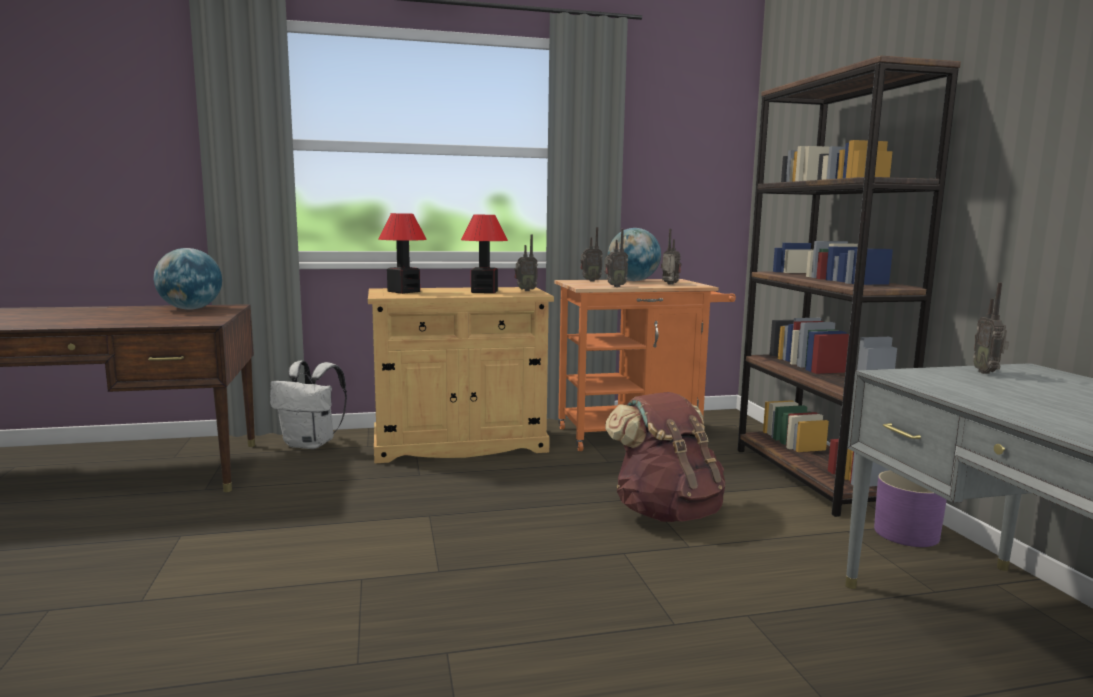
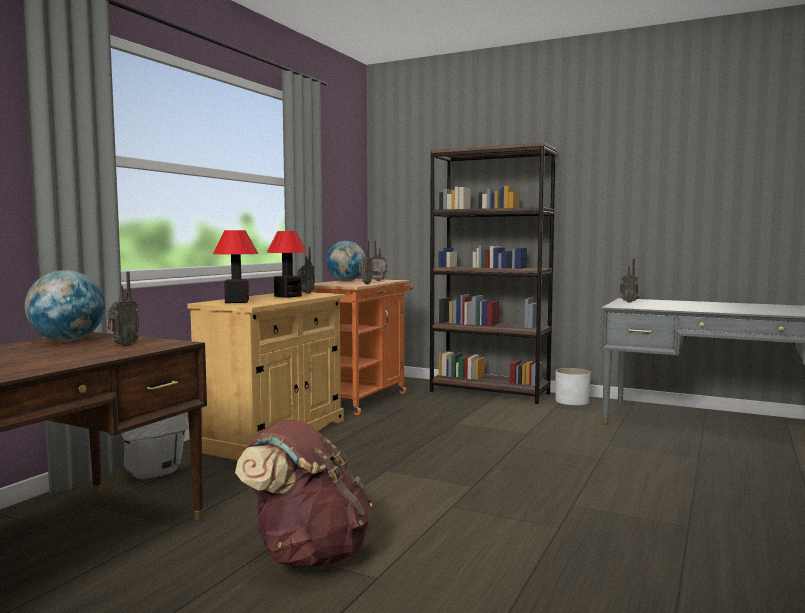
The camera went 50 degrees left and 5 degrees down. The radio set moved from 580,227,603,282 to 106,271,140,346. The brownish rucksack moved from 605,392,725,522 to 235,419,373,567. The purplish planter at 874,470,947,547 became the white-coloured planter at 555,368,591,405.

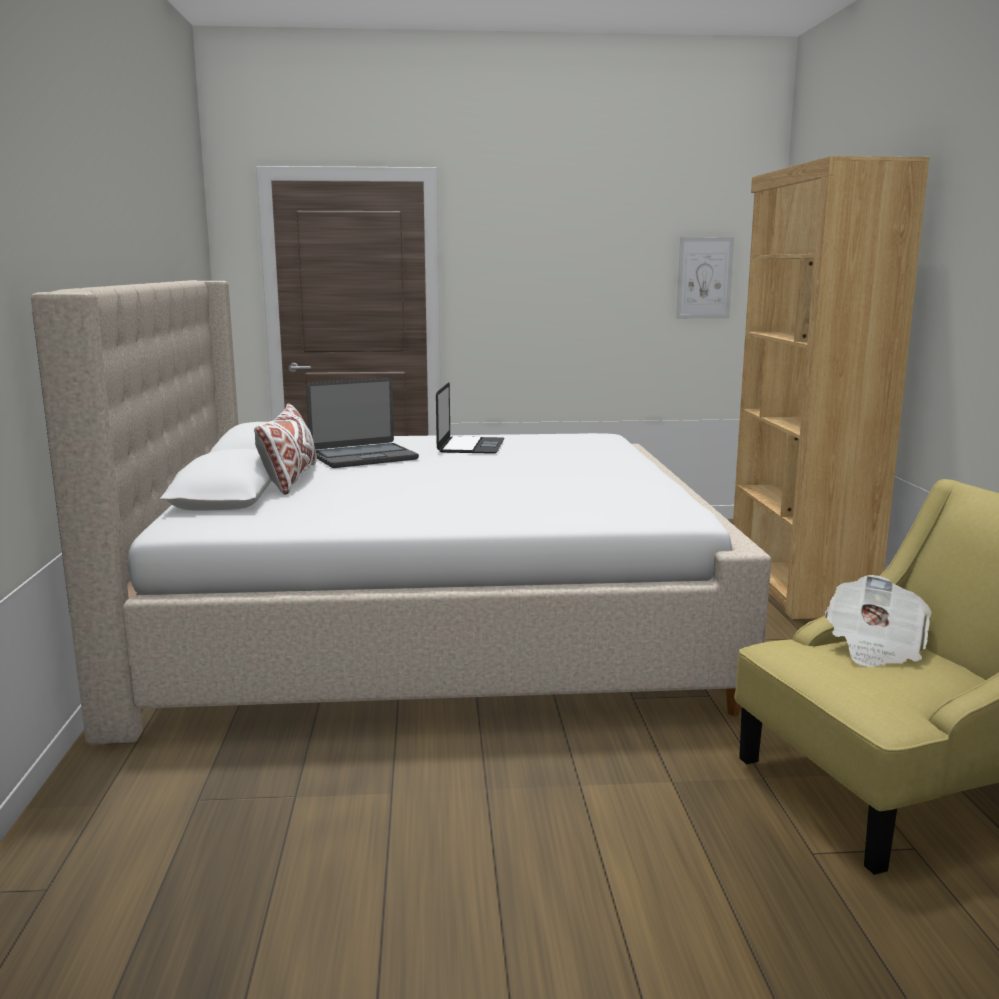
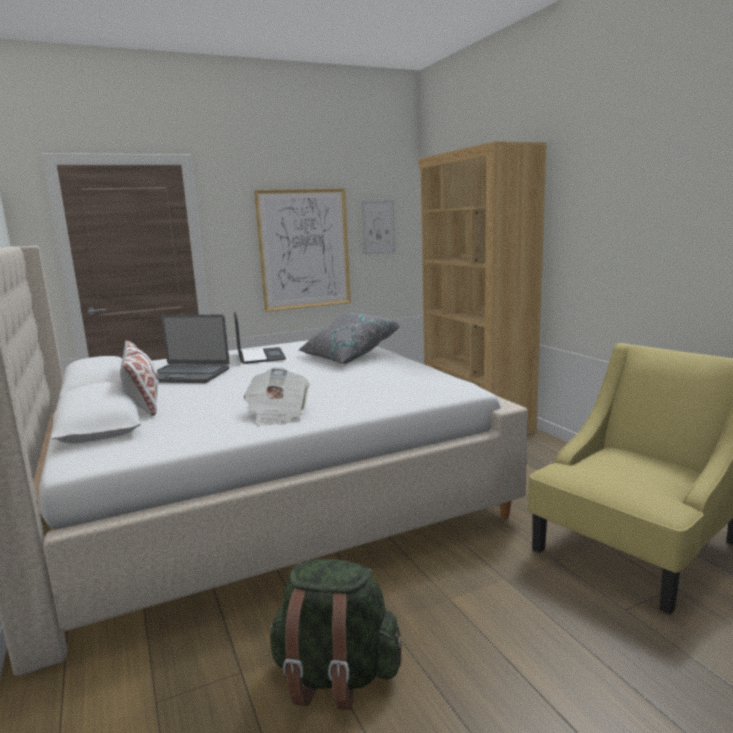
The camera went 20 degrees left and 0 degrees up. The laptop at 307,378,419,468 turned 60 degrees clockwise. The daily paper moved from 825,575,931,667 to 244,367,310,426. The wall picture at 254,188,351,312 appeared. The greenish rucksack at 268,559,402,710 appeared. The gray throw pillow at 299,312,400,364 appeared.

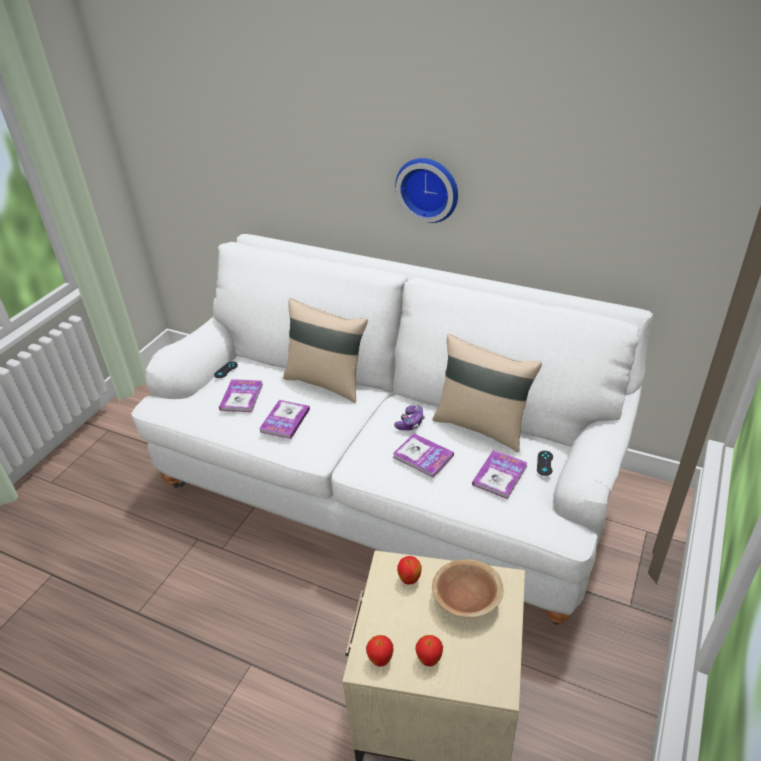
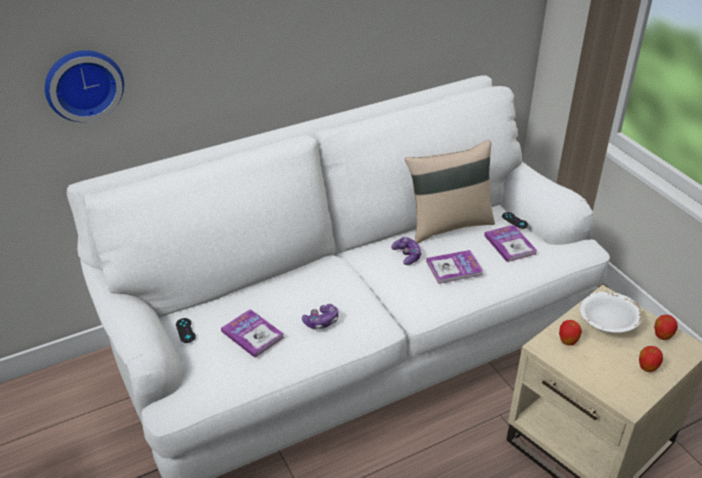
The camera went 55 degrees left and 0 degrees up. The bound book at 259,400,310,439 was replaced by the gamepad at 302,304,338,329. The beige throw pillow at 283,298,368,403 disappeared. The whole apple moved from 366,635,393,667 to 654,315,678,340. The clock on the wall moved from 395,158,458,223 to 45,50,124,122. The brownish deep dish at 432,559,504,618 became the white-coloured deep dish at 580,291,643,333.

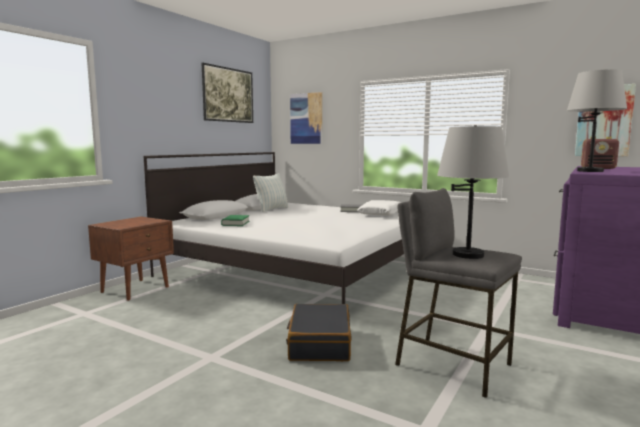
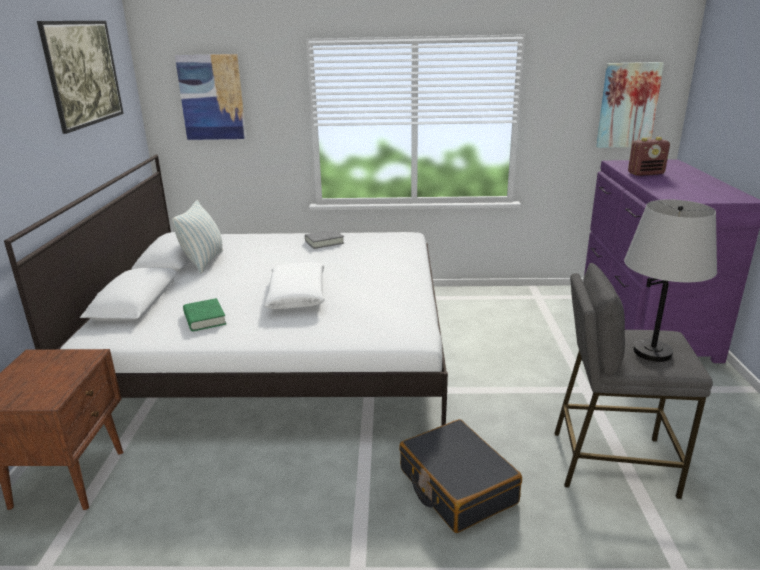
The camera went 30 degrees left and 15 degrees up. The white-coloured throw pillow moved from 357,200,402,216 to 264,263,325,309. The gray lamp for a table at 567,69,627,172 disappeared.

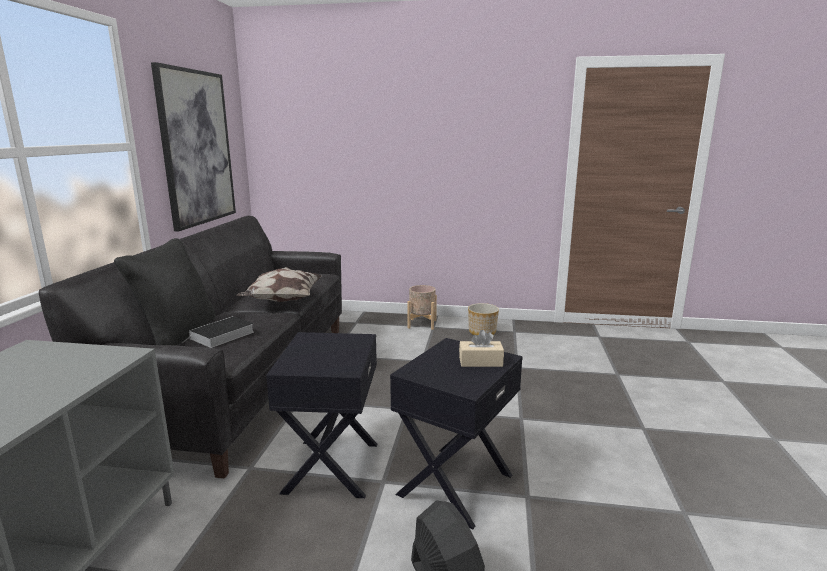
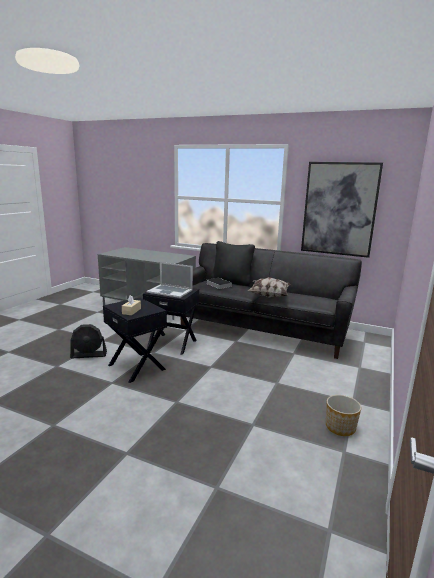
The camera went 105 degrees right and 0 degrees up. The beige planter at 407,285,437,330 disappeared. The laptop at 147,262,193,298 appeared.

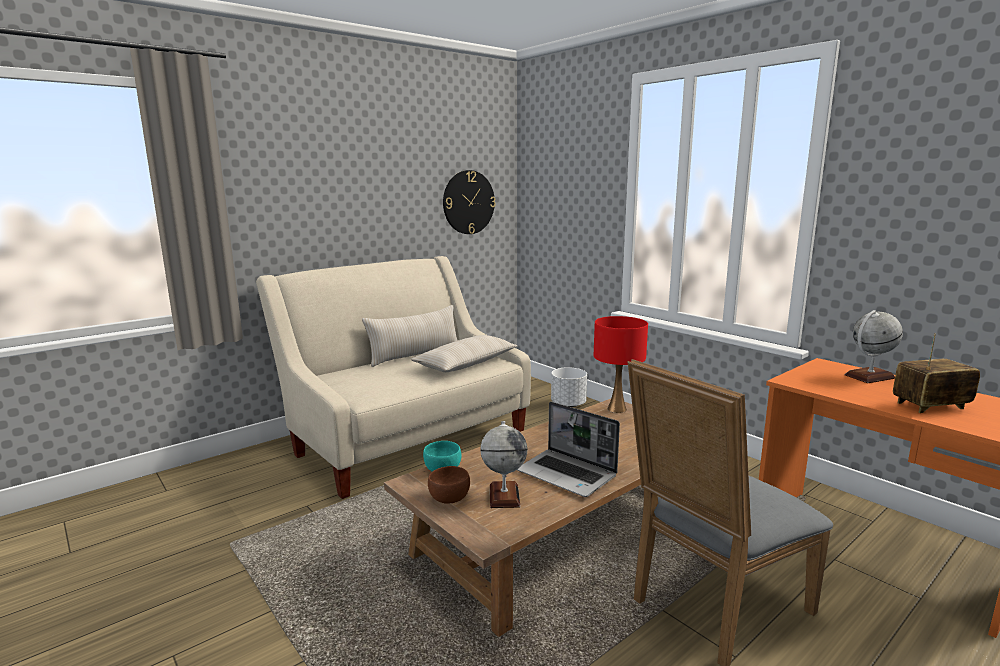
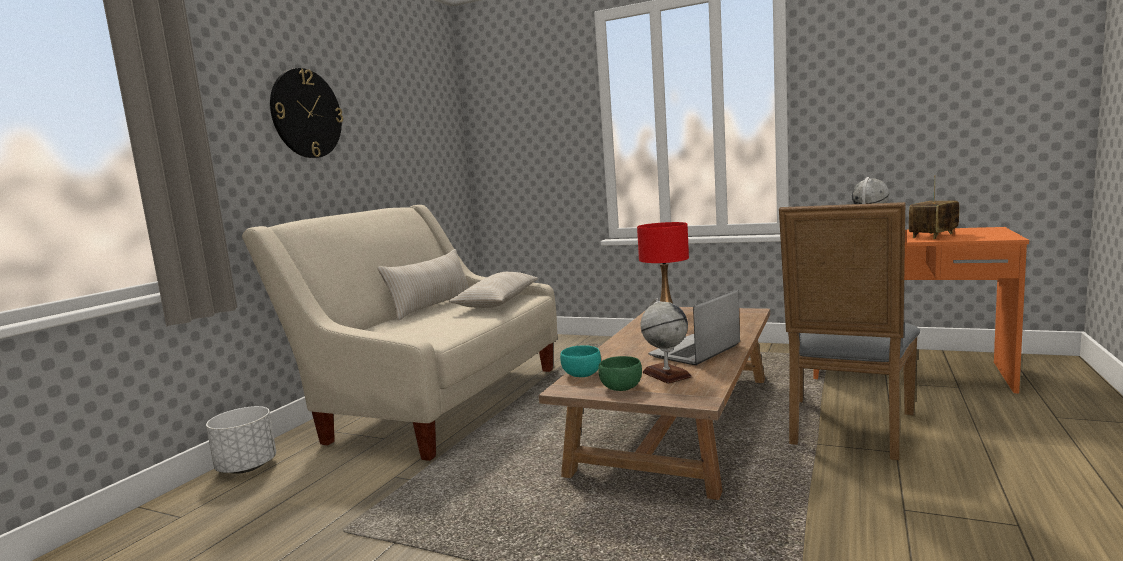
The camera went 25 degrees left and 5 degrees down. The brownish deep dish at 428,466,470,504 became the greenish deep dish at 598,356,642,391. The clock on the wall moved from 443,170,496,234 to 270,68,343,158. The laptop at 517,402,620,497 turned 120 degrees clockwise. The white-coloured planter moved from 551,367,587,407 to 206,406,276,474.

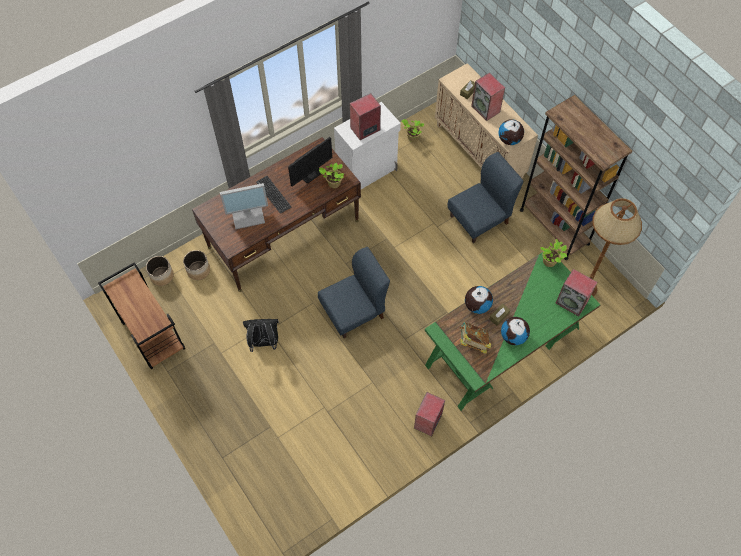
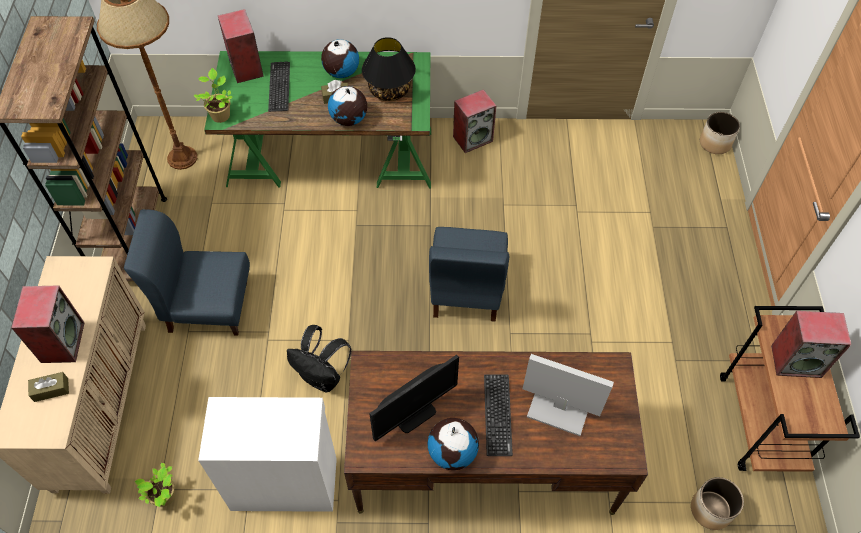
The camera went 145 degrees left and 5 degrees down. The planter moved from 183,250,210,280 to 700,112,740,154. The blackish rucksack moved from 243,319,279,352 to 287,325,352,392. The monitor at 288,137,332,186 turned 150 degrees clockwise. The blue chair at 318,247,390,338 turned 90 degrees counterclockwise. The potted plant at 319,163,344,188 disappeared. The loudspeaker moved from 350,93,381,140 to 771,311,851,378. The bound book at 459,322,491,354 was replaced by the blackish lamp for a table at 362,37,416,101. The world globe moved from 498,119,524,145 to 427,418,479,470. The PC keyboard at 268,62,290,112 appeared.

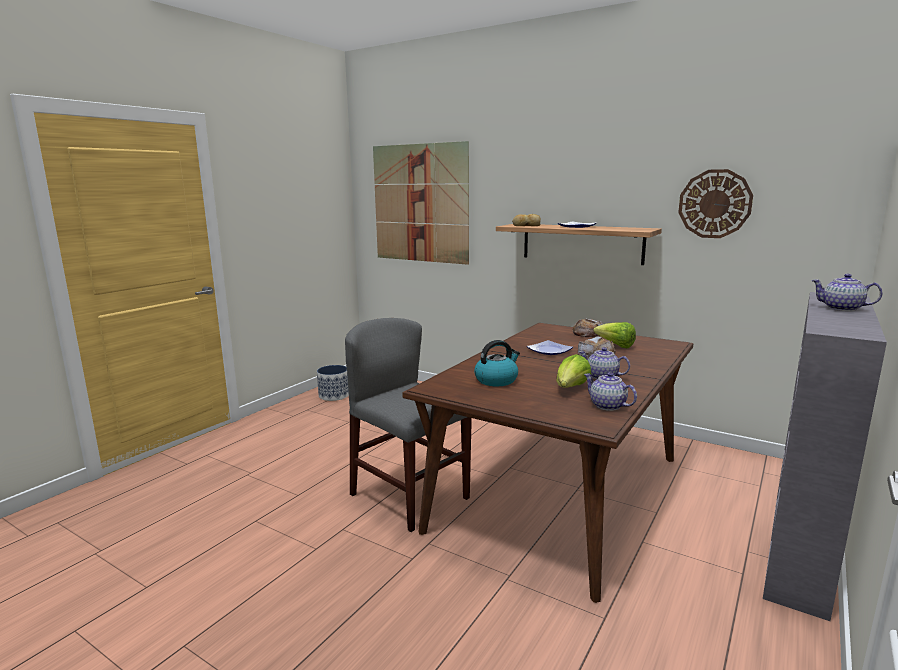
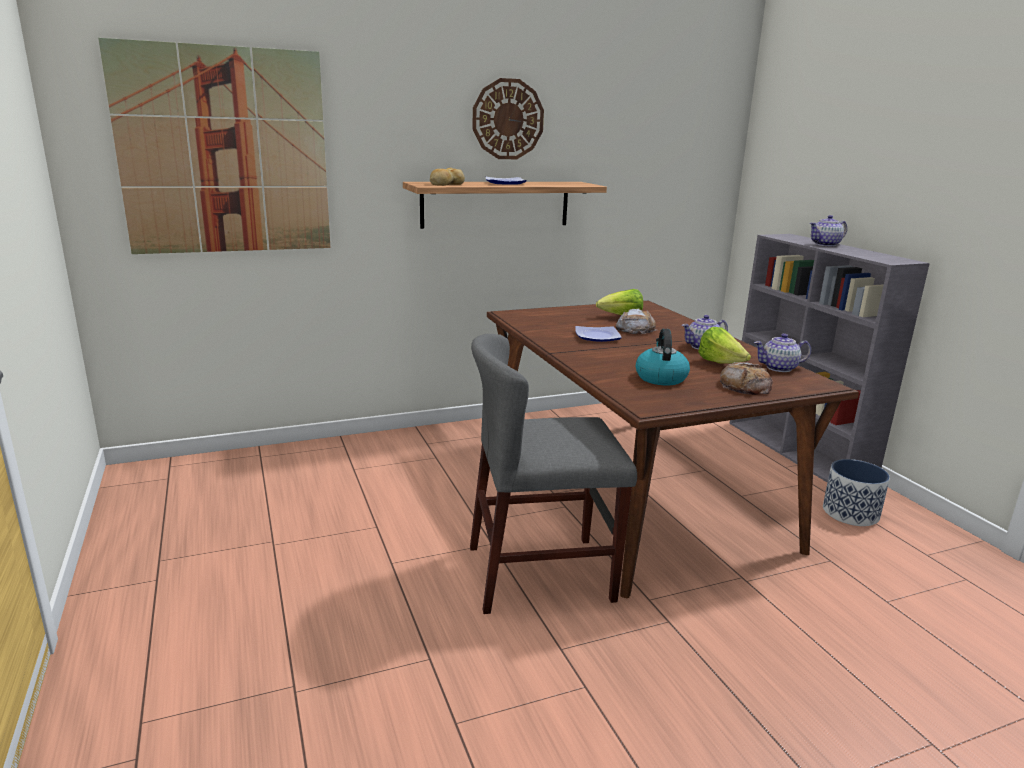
The camera went 55 degrees left and 5 degrees up. The planter moved from 317,365,349,401 to 823,459,890,526. The baked bread moved from 572,318,603,337 to 720,362,773,395. The clock on the wall moved from 678,169,753,238 to 473,78,544,159.

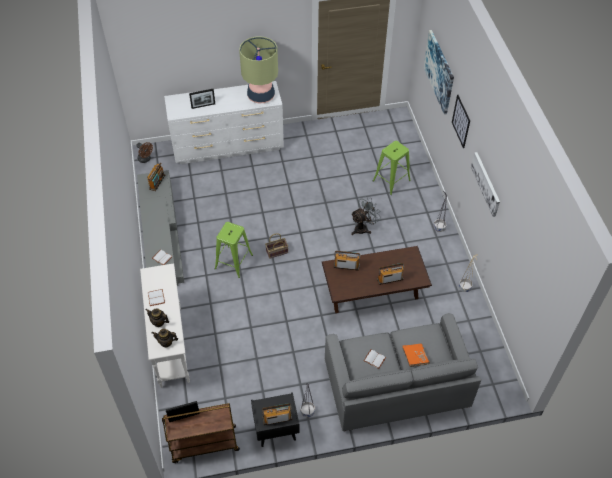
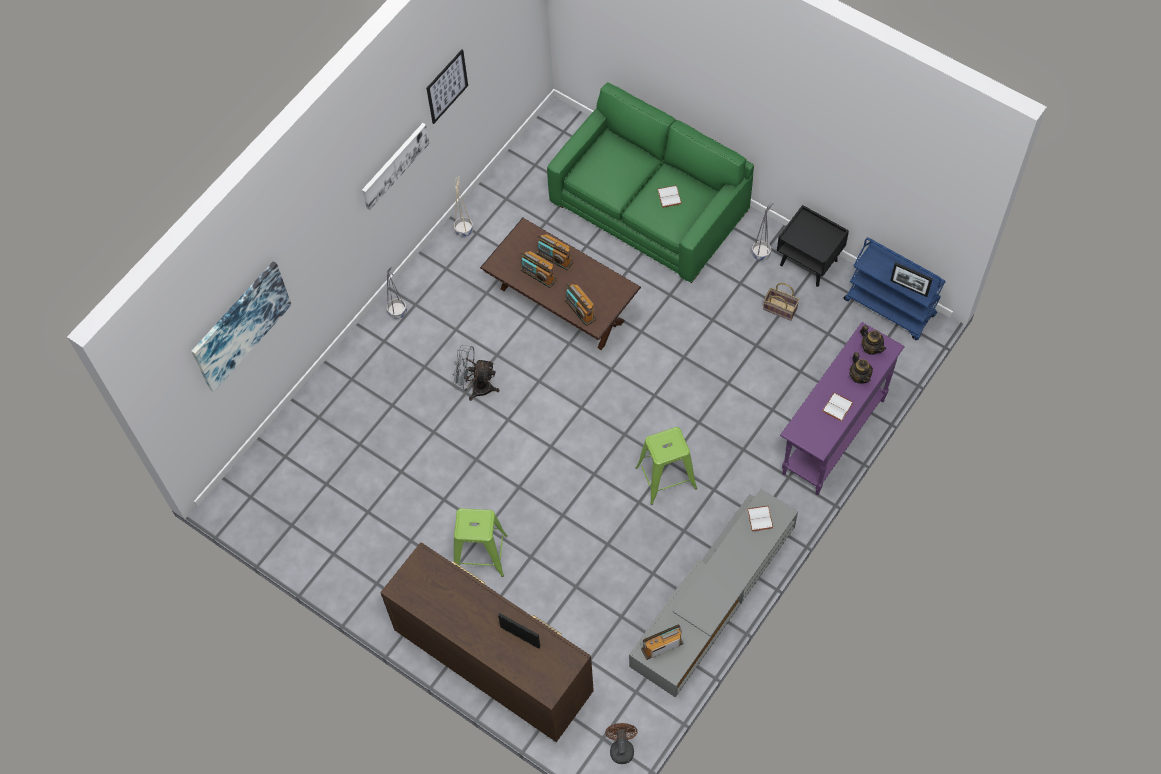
The camera went 130 degrees left and 10 degrees up. The white-coloured console table at 140,263,190,388 became the purplish console table at 780,322,905,495. The brownish wheeled cart at 162,403,240,463 became the blue wheeled cart at 844,238,946,340. The white-coloured dresser at 164,81,284,164 became the brownish dresser at 380,542,594,742. The lamp for a table at 239,36,278,103 disappeared. The radio set moved from 262,403,292,425 to 520,251,557,288. The household basket moved from 265,233,288,259 to 763,283,800,321. The gray settee at 324,313,481,431 became the greenish settee at 547,82,754,283. The greenish stool moved from 373,141,411,195 to 454,508,508,577. The orange-coloured bound book at 402,343,430,367 disappeared. The wall picture moved from 452,95,470,148 to 426,49,468,124.

